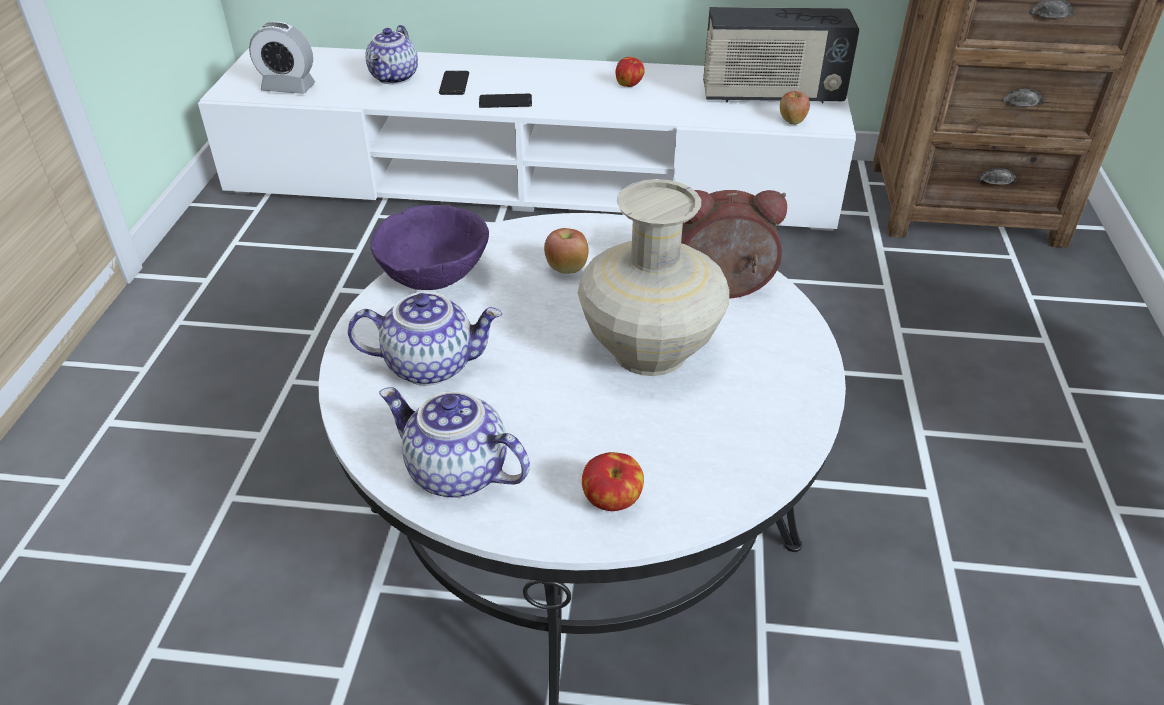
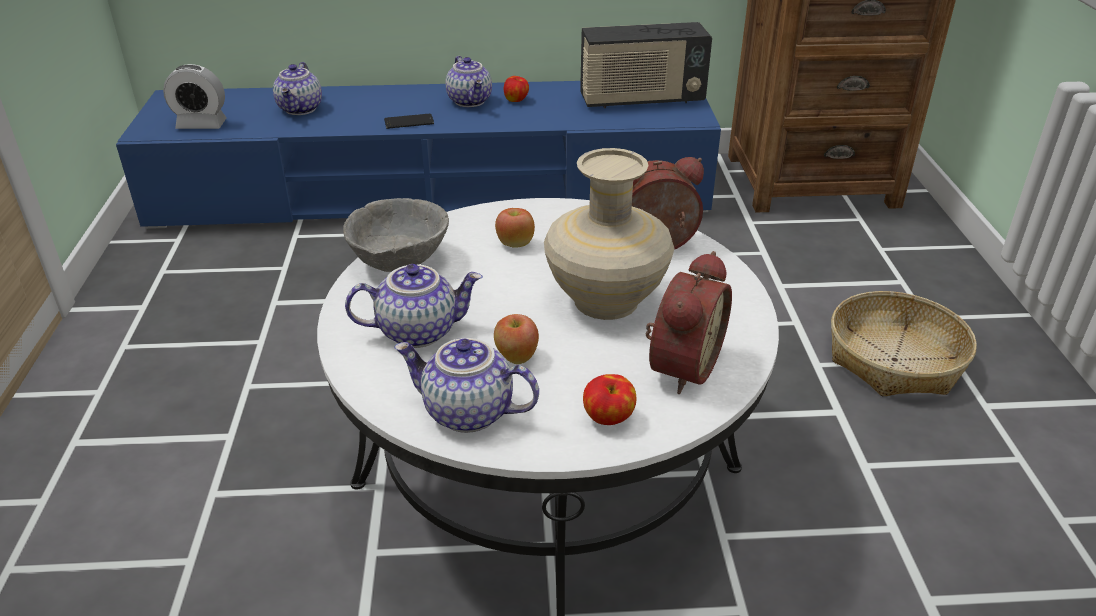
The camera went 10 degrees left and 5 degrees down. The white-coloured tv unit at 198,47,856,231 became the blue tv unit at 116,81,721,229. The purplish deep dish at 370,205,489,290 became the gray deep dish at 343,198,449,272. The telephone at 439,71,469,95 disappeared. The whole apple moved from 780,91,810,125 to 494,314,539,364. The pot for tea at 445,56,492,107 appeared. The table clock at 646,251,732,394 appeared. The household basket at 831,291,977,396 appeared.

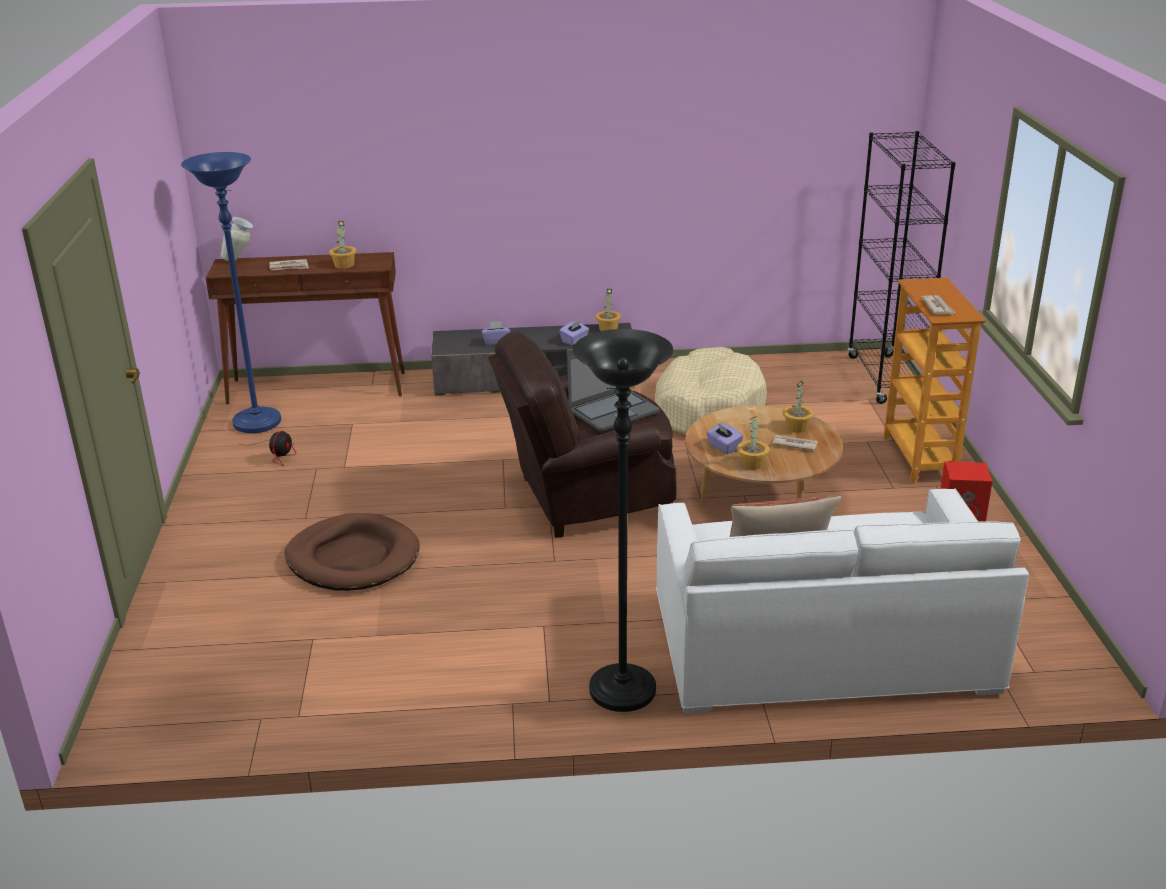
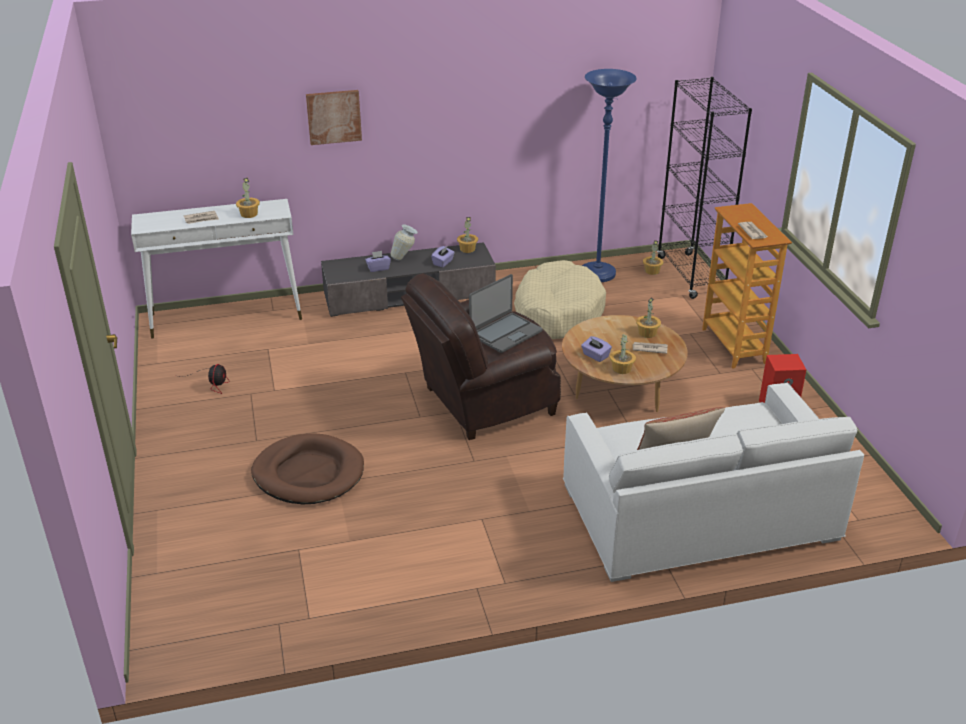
The camera went 10 degrees left and 5 degrees up. The blue standing lamp moved from 181,152,281,433 to 582,69,637,282. The brownish console table at 206,252,405,405 became the white-coloured console table at 131,199,302,339. The decorative vase moved from 221,217,253,261 to 391,224,418,260. The blackish standing lamp at 573,329,673,712 disappeared. The wall picture at 306,90,362,145 appeared. The potted plant at 643,240,663,275 appeared.

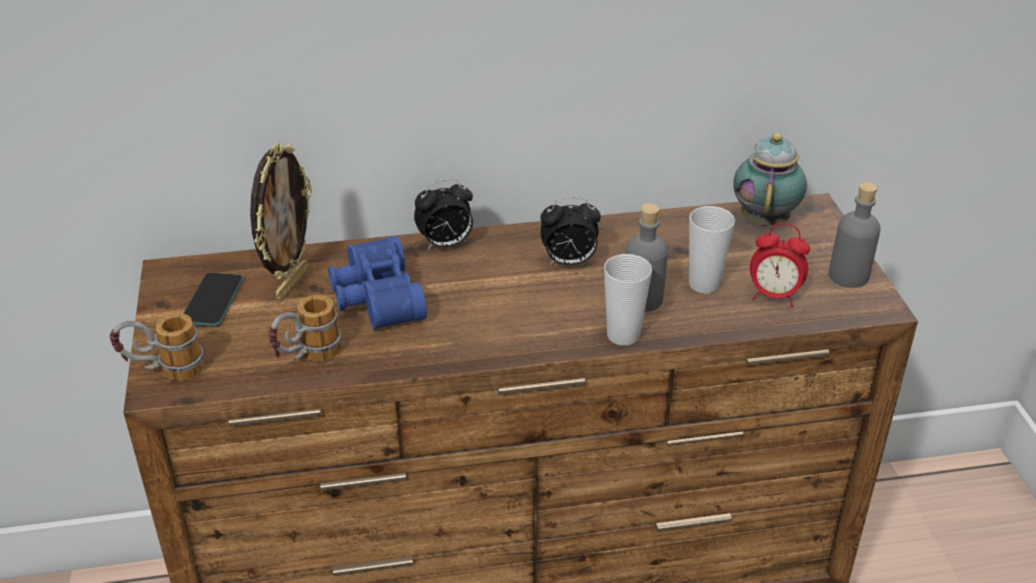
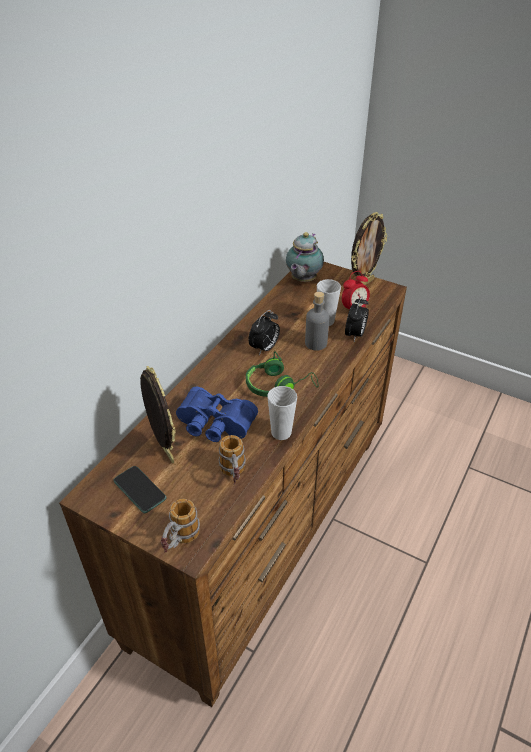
The camera went 50 degrees left and 5 degrees up. The table clock moved from 414,179,473,250 to 345,296,369,341. The drinking cup moved from 604,254,652,346 to 267,386,297,440. The pot for tea at 733,133,807,226 turned 120 degrees counterclockwise. The gray bottle at 829,182,881,288 was replaced by the standing frame at 351,212,387,285. The greenish pair of headphones at 246,351,319,397 appeared.

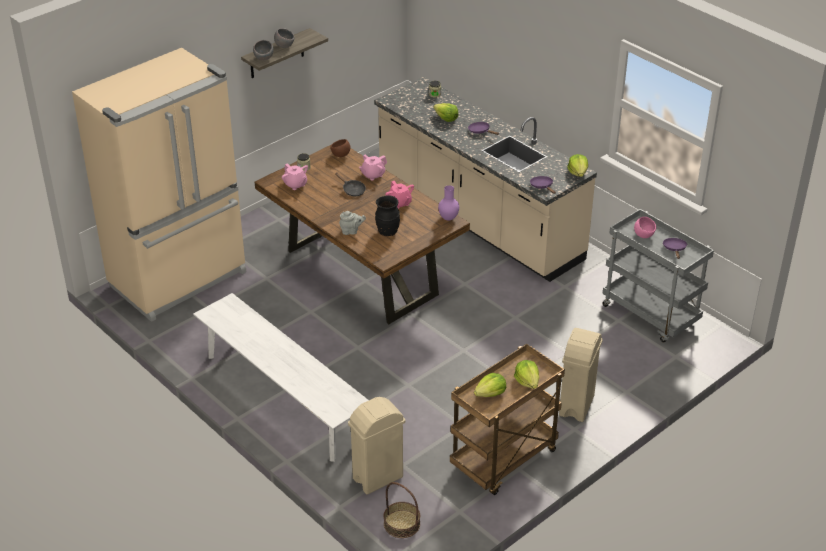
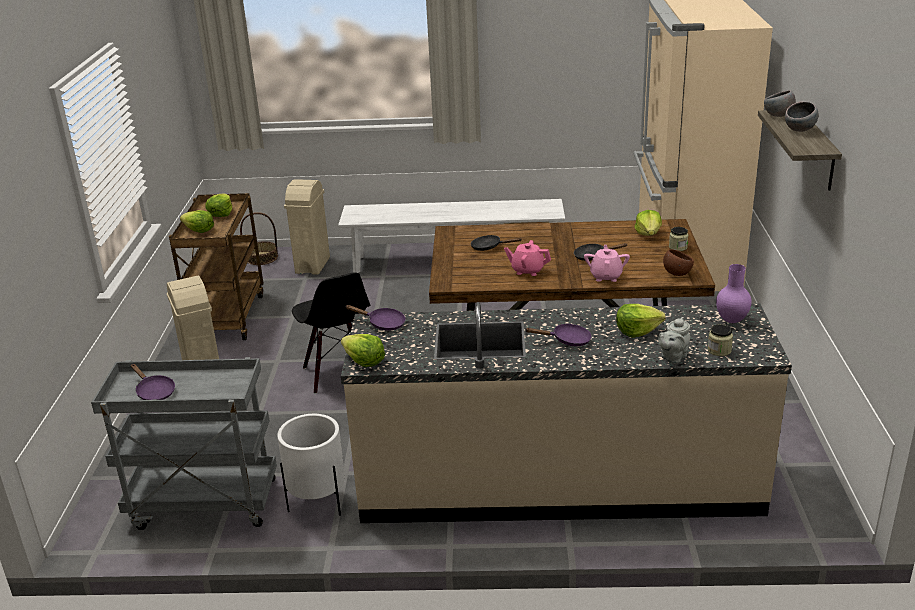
The camera went 135 degrees right and 10 degrees down. The pink-coloured pot for tea at 282,163,308,190 was replaced by the lettuce head at 635,210,662,236. The gray pot for tea moved from 339,211,366,235 to 658,317,690,364. The blackish decorative vase at 375,195,400,236 was replaced by the blackish pan at 471,235,522,251. The purplish decorative vase moved from 438,185,459,221 to 716,264,752,323. The pink-coloured deep dish at 634,217,656,238 disappeared. The white-coloured planter at 277,414,345,515 appeared. The blackish chair at 292,272,371,394 appeared.

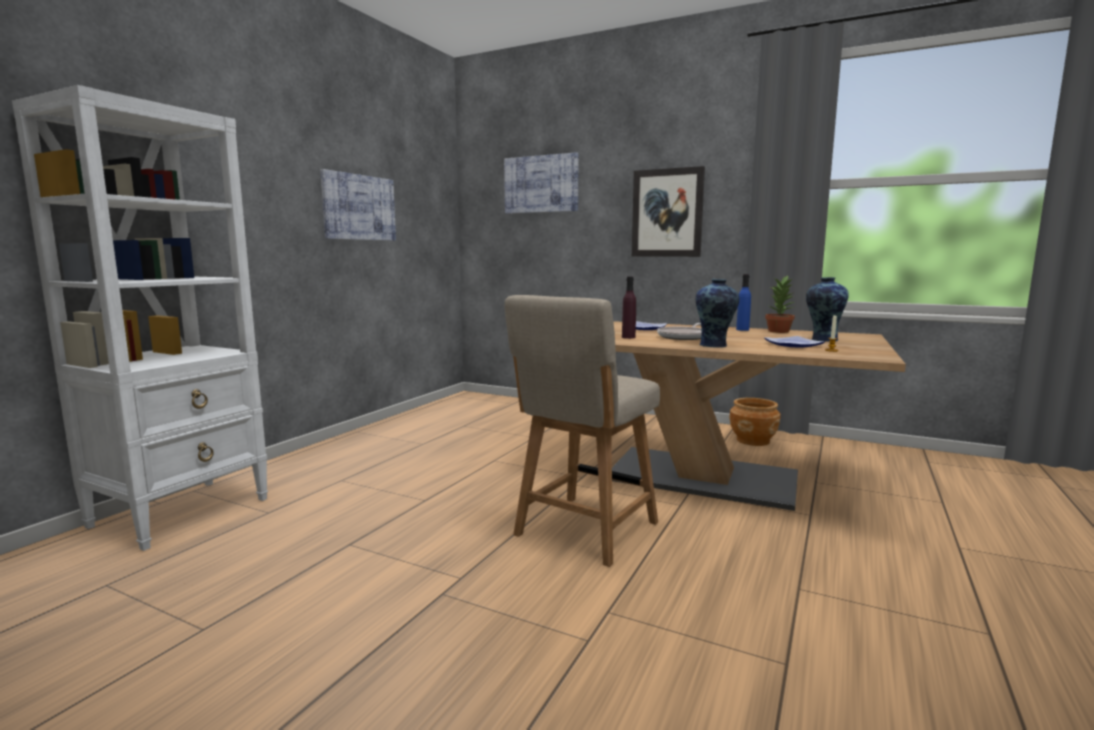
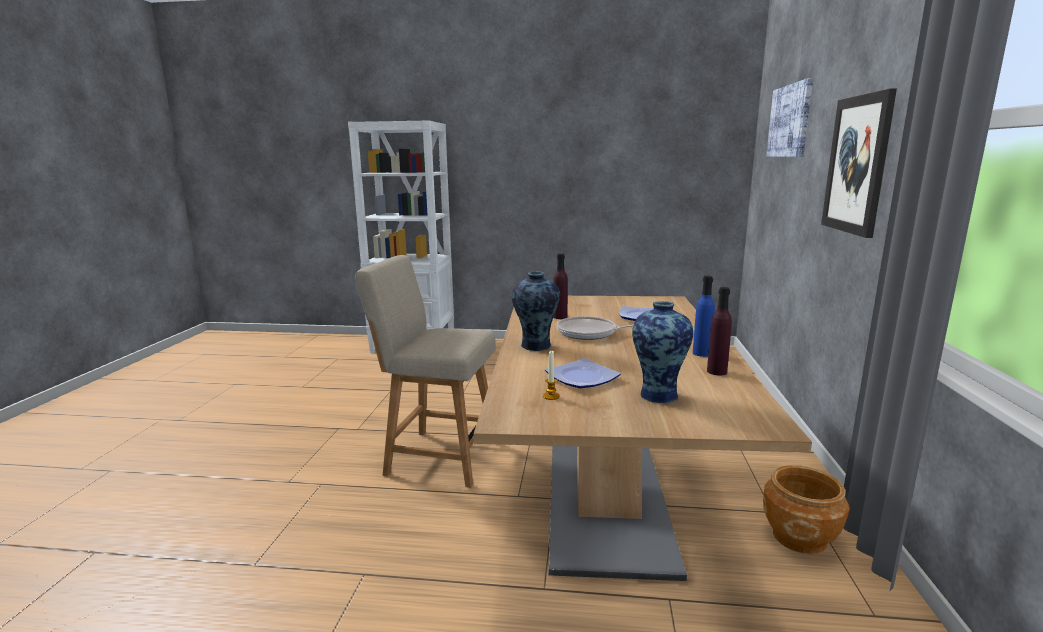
The camera went 70 degrees right and 5 degrees up. The wall picture at 320,169,396,241 disappeared. The potted plant at 765,275,795,333 was replaced by the purplish bottle at 707,287,732,375.

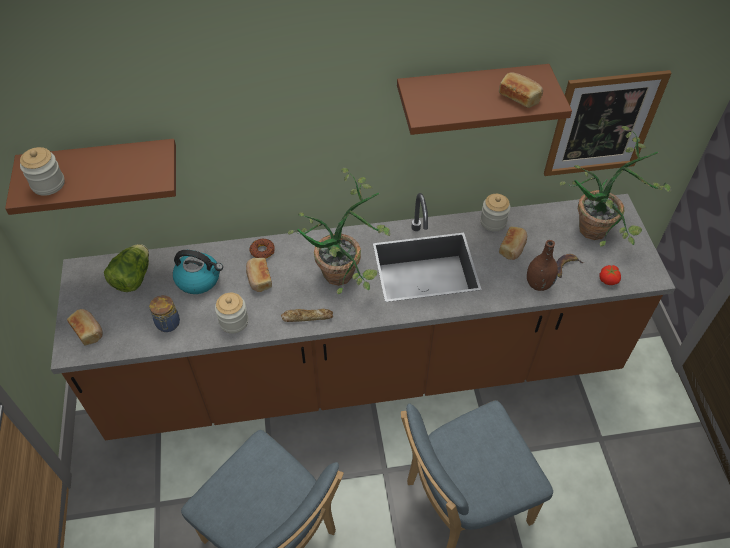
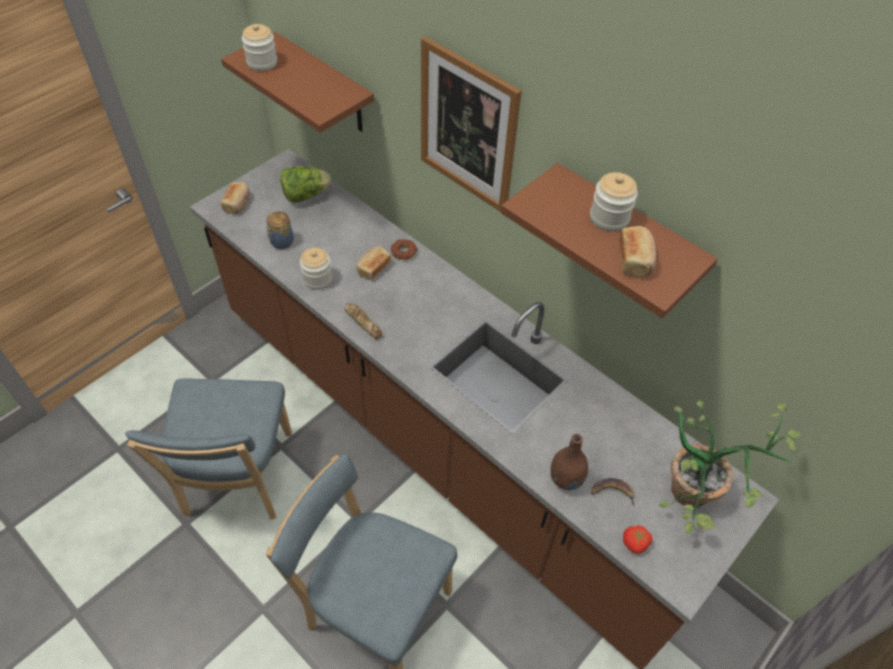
The camera went 50 degrees right and 0 degrees up. The water kettle at 173,250,223,294 disappeared. The potted plant at 288,168,390,294 disappeared. The storage jar moved from 480,194,510,232 to 590,172,638,231. The baked bread at 499,227,527,260 disappeared. The wall picture moved from 544,70,672,176 to 421,36,522,212.

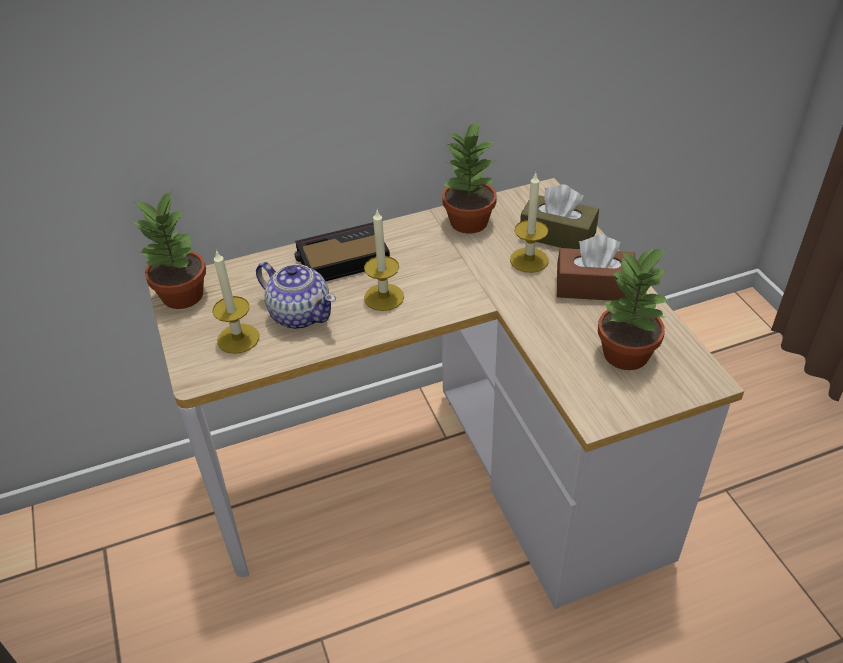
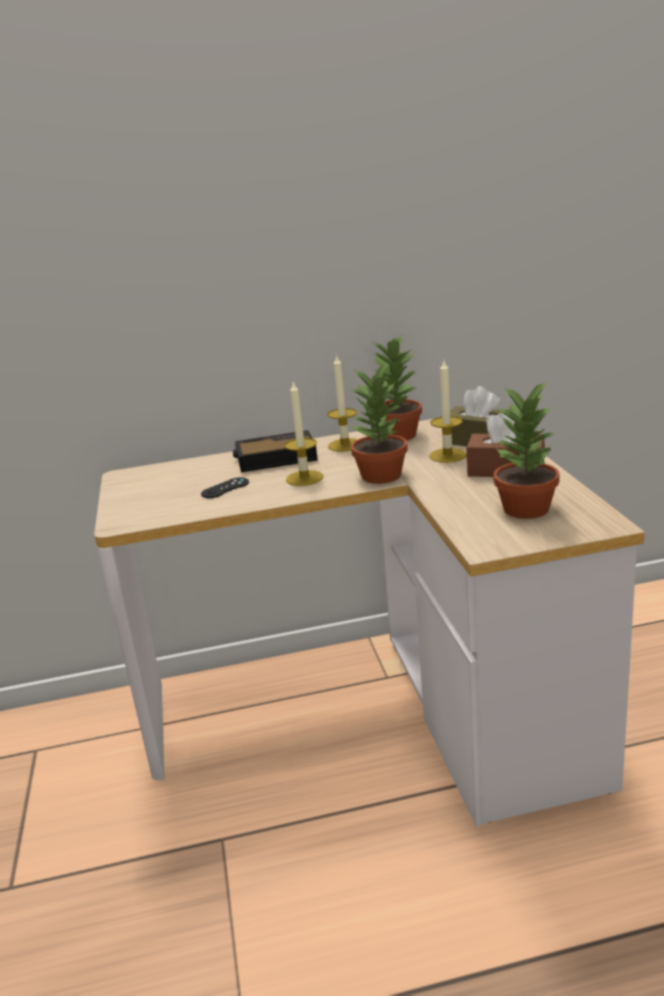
The camera went 10 degrees right and 20 degrees down. The potted plant moved from 131,190,206,309 to 349,361,408,484. The wax light moved from 212,250,259,354 to 327,354,358,452. The pot for tea at 256,262,336,329 was replaced by the blackish gamepad at 201,477,249,498.

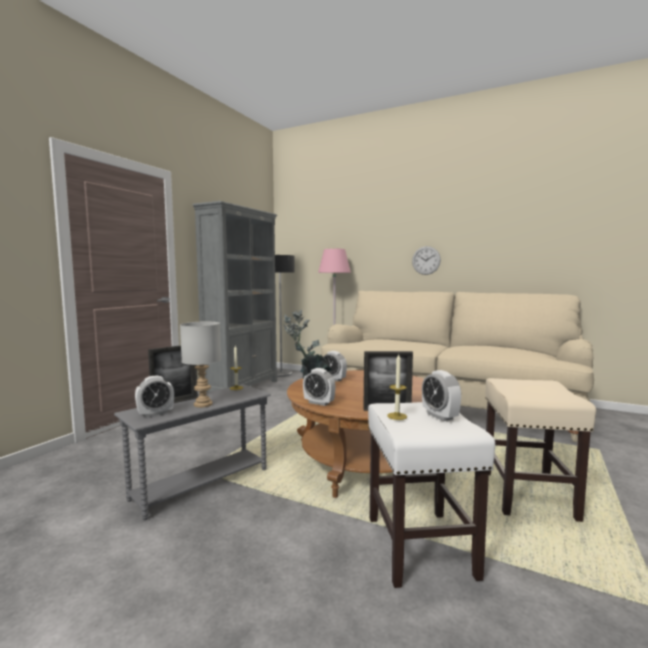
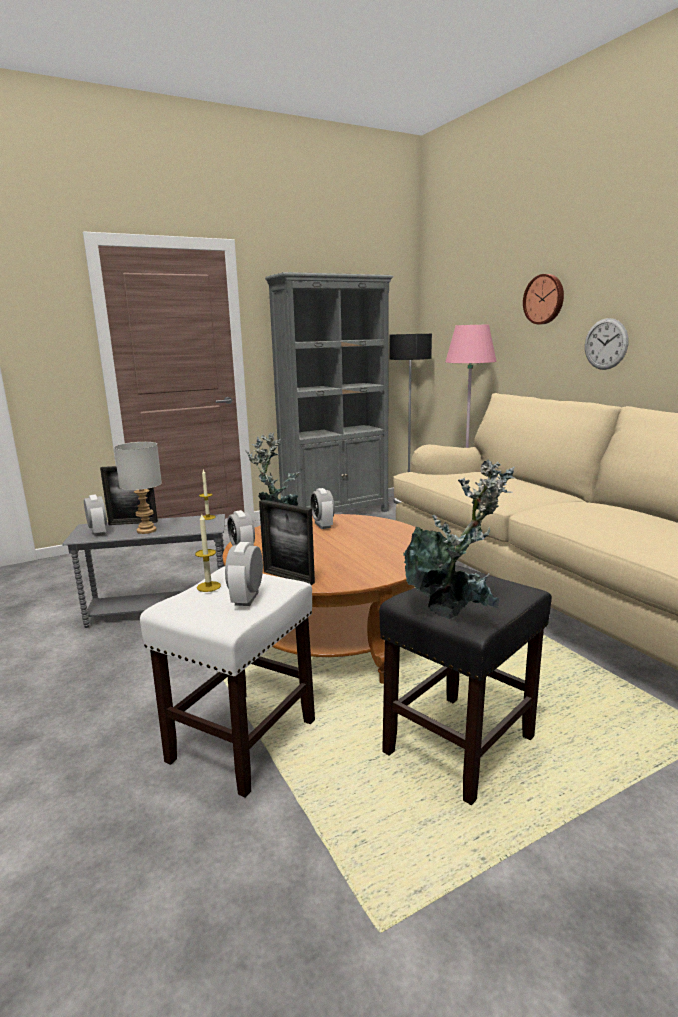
The camera went 35 degrees right and 10 degrees up. The table clock at 135,375,174,418 turned 120 degrees counterclockwise. The beige stool at 486,378,596,522 became the blackish stool at 379,565,552,805. The potted plant at 403,460,515,619 appeared. The clock on the wall at 523,274,564,324 appeared.

